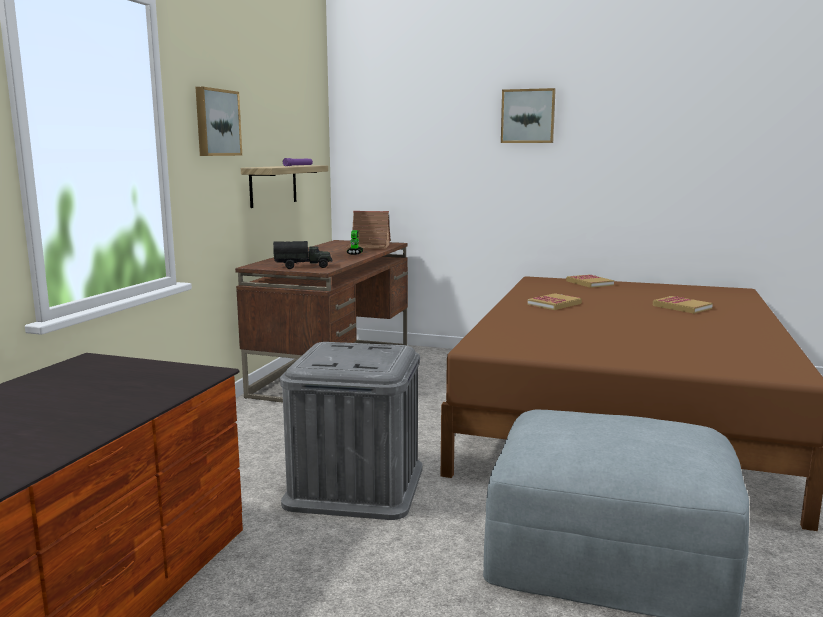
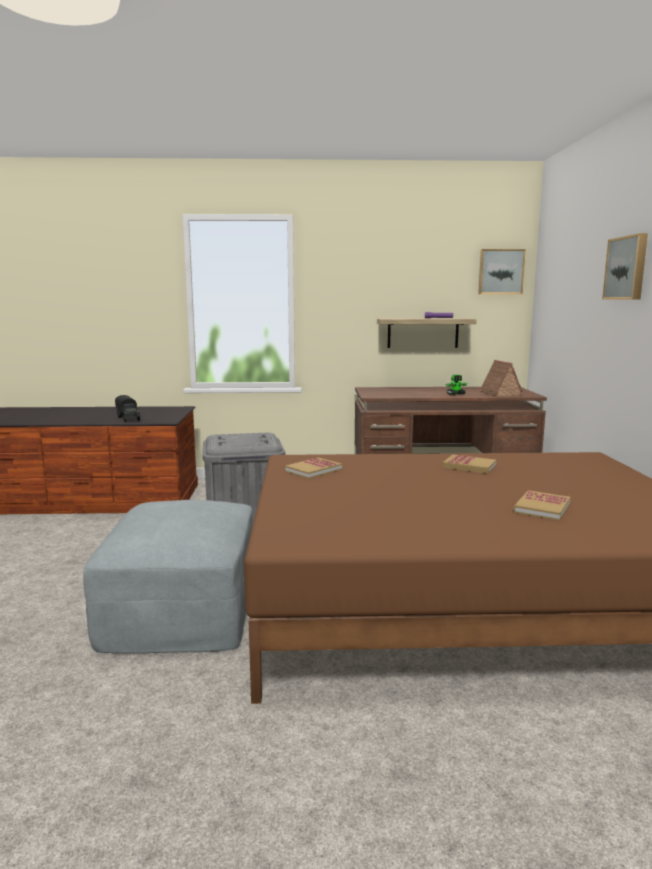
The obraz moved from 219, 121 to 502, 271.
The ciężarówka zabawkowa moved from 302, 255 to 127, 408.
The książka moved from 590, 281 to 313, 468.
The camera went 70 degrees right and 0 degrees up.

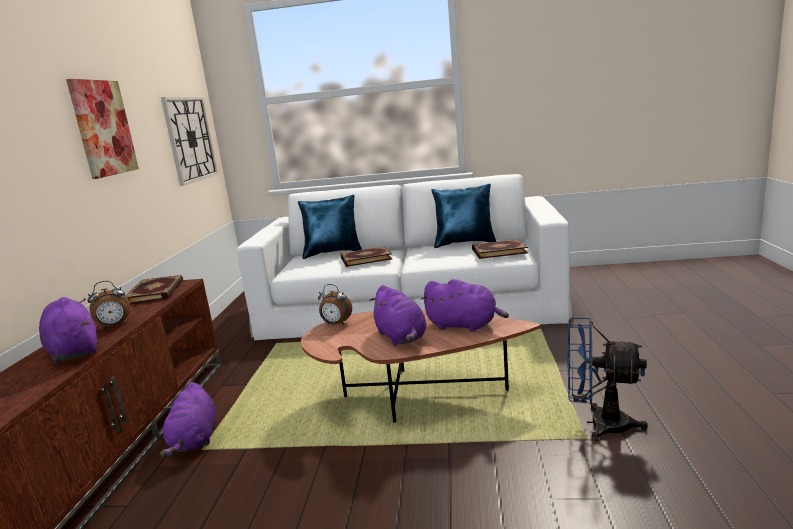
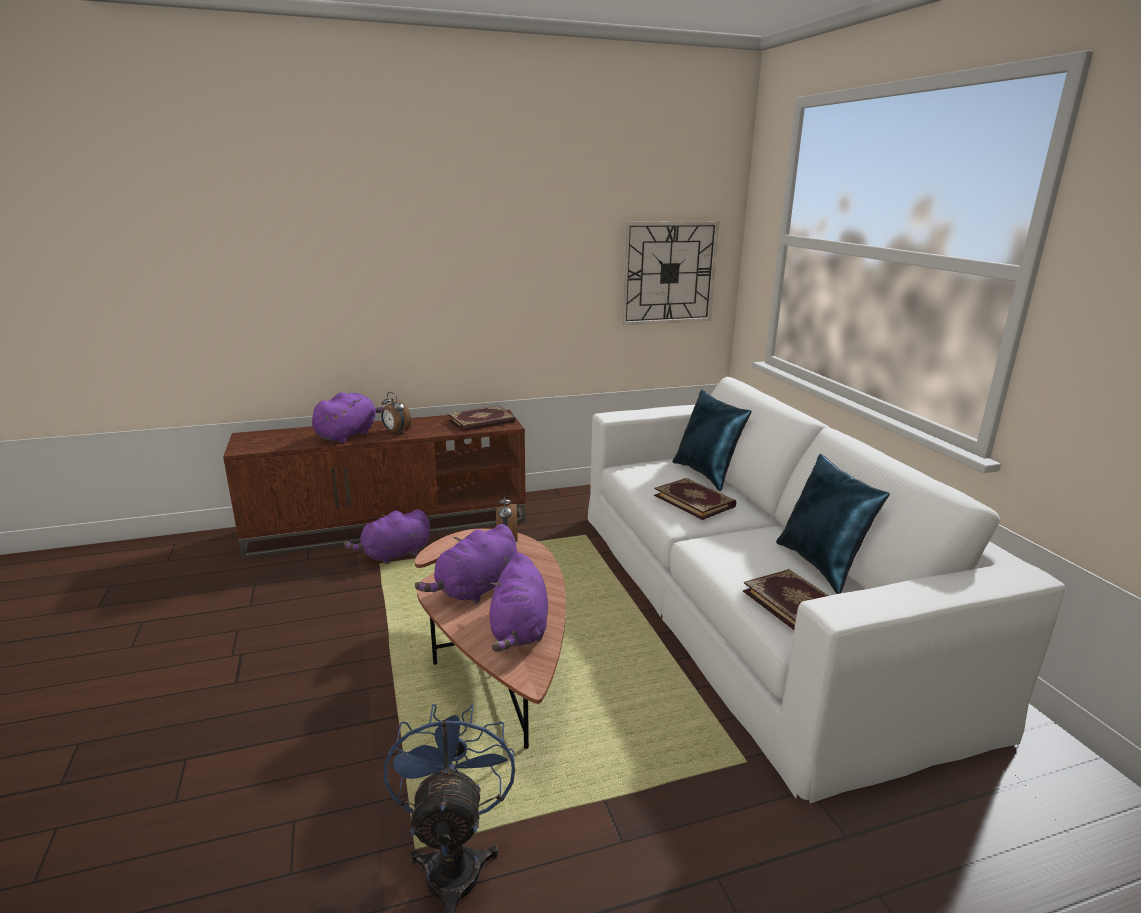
The obraz at 102, 129 disappeared.
The camera went 65 degrees right and 5 degrees up.

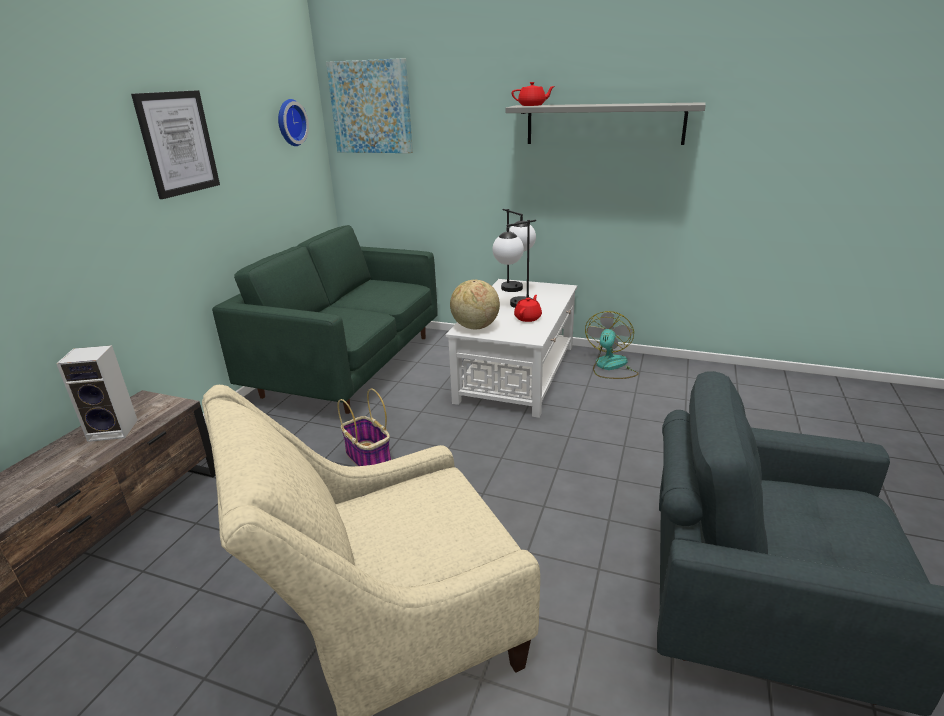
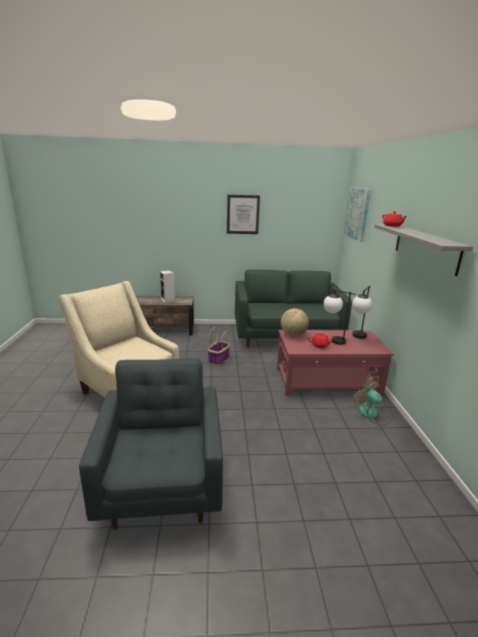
The zegar ścienny at 293, 122 disappeared.
The ława/biały at 511, 348 became the ława/czerwony at 335, 363.
The wentylator at 612, 345 turned 120 degrees counterclockwise.
The camera went 65 degrees right and 5 degrees down.

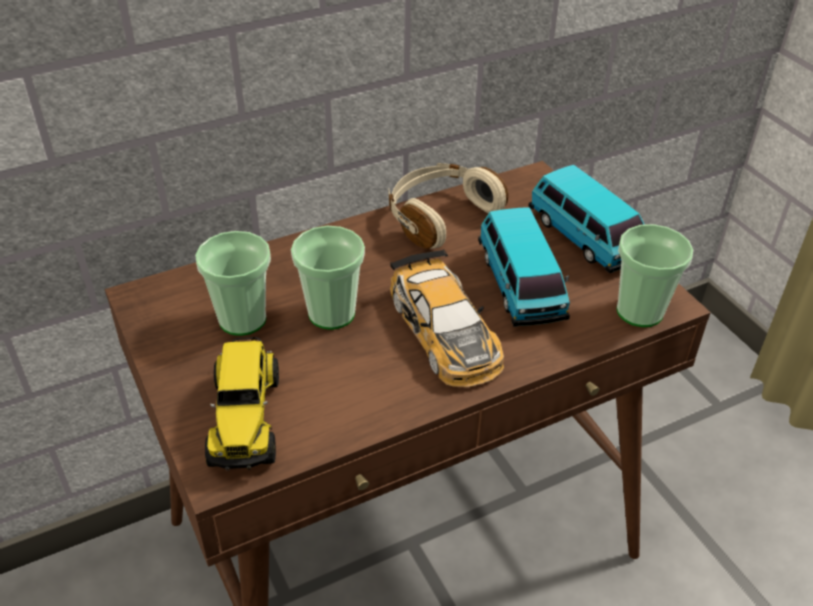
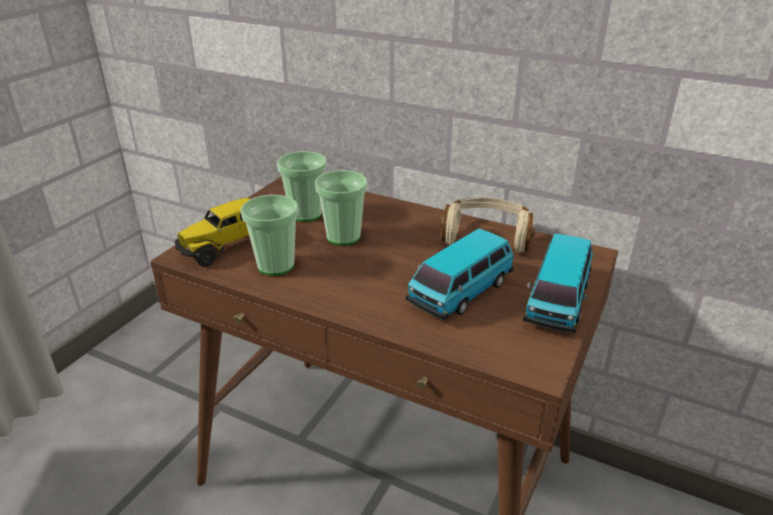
The samochodzik at 447, 318 disappeared.
The filiżanka moved from 655, 275 to 269, 235.
The camera went 55 degrees right and 10 degrees down.

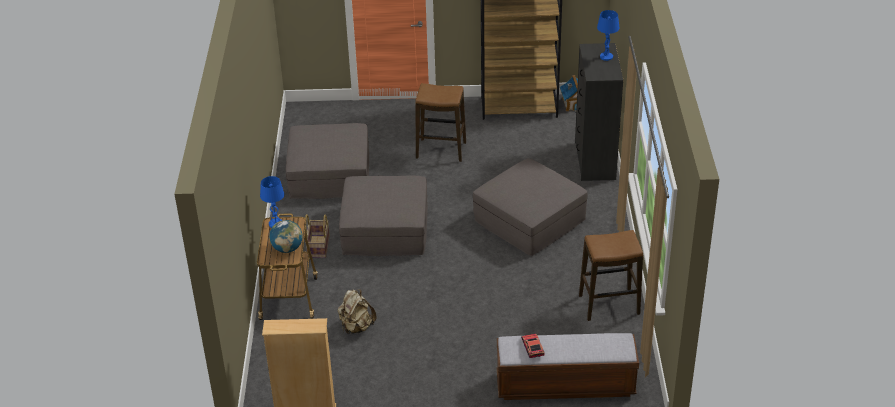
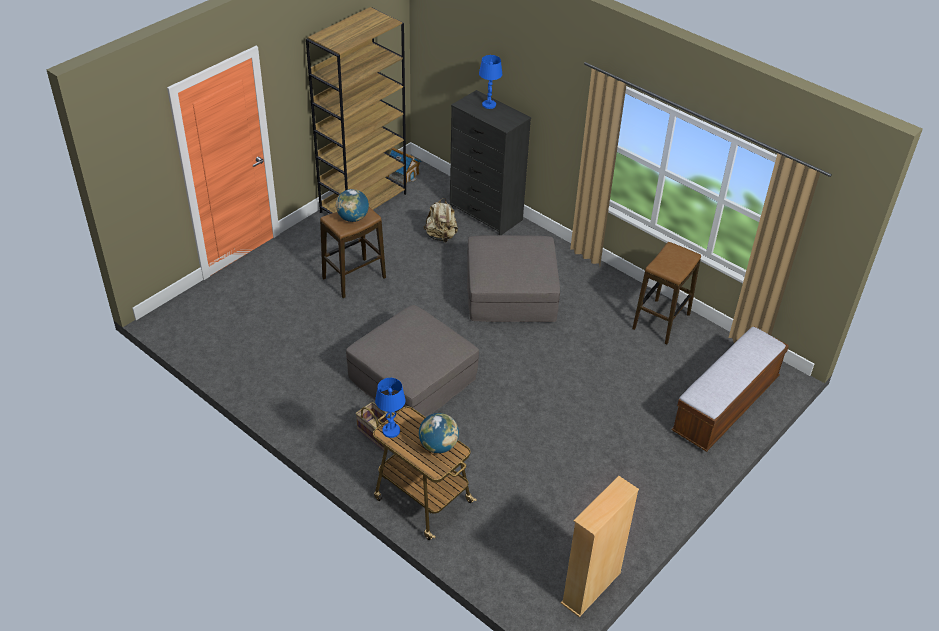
The pufa/szary at 327, 161 disappeared.
The plecak/beżowy moved from 356, 311 to 441, 220.
The samochodzik at 533, 346 disappeared.
The globus at 352, 205 appeared.
The camera went 50 degrees left and 5 degrees up.

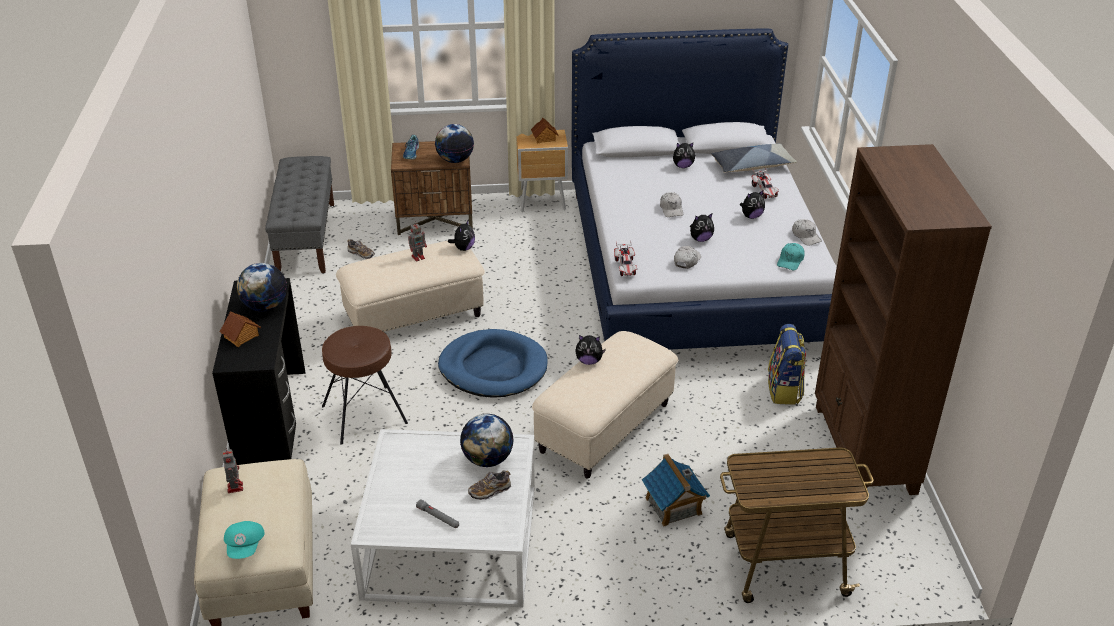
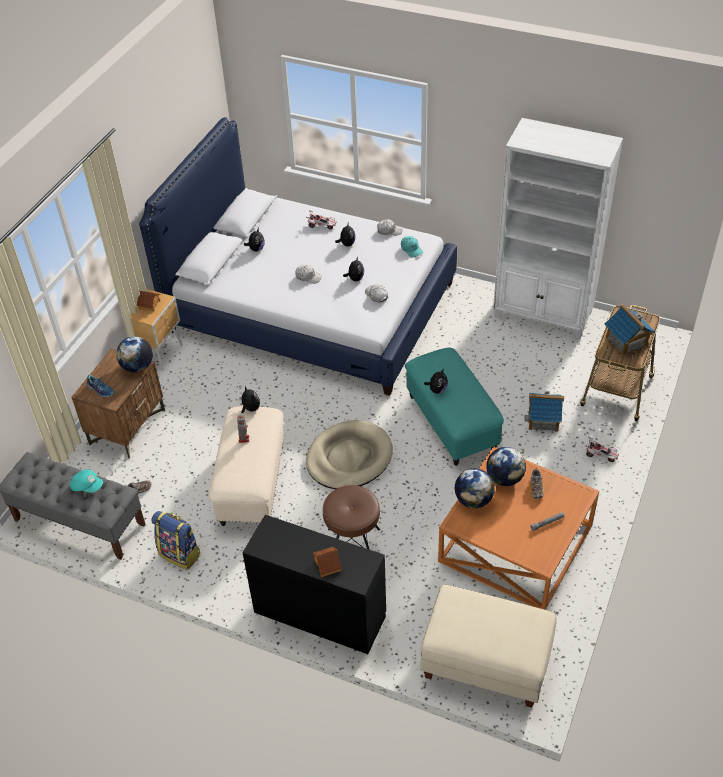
The robot zabawkowy at 232, 470 disappeared.
The czapka z daszkiem/turkusowy moved from 244, 540 to 86, 481.
The globus moved from 262, 287 to 475, 488.
The ława/biały at 443, 518 became the ława/pomarańczowy at 518, 528.
The legowisko/niebieski at 493, 363 became the legowisko/beżowy at 349, 454.
The pufa/beżowy at 605, 405 became the pufa/turkusowy at 454, 406.
The samochodzik moved from 625, 258 to 602, 449.
The poduszka at 754, 158 disappeared.
The plecak moved from 787, 364 to 175, 540.
The regał/brązowy at 903, 319 became the regał/biały at 558, 228.
The domek at 629, 330 appeared.
The camera went 60 degrees left and 10 degrees up.

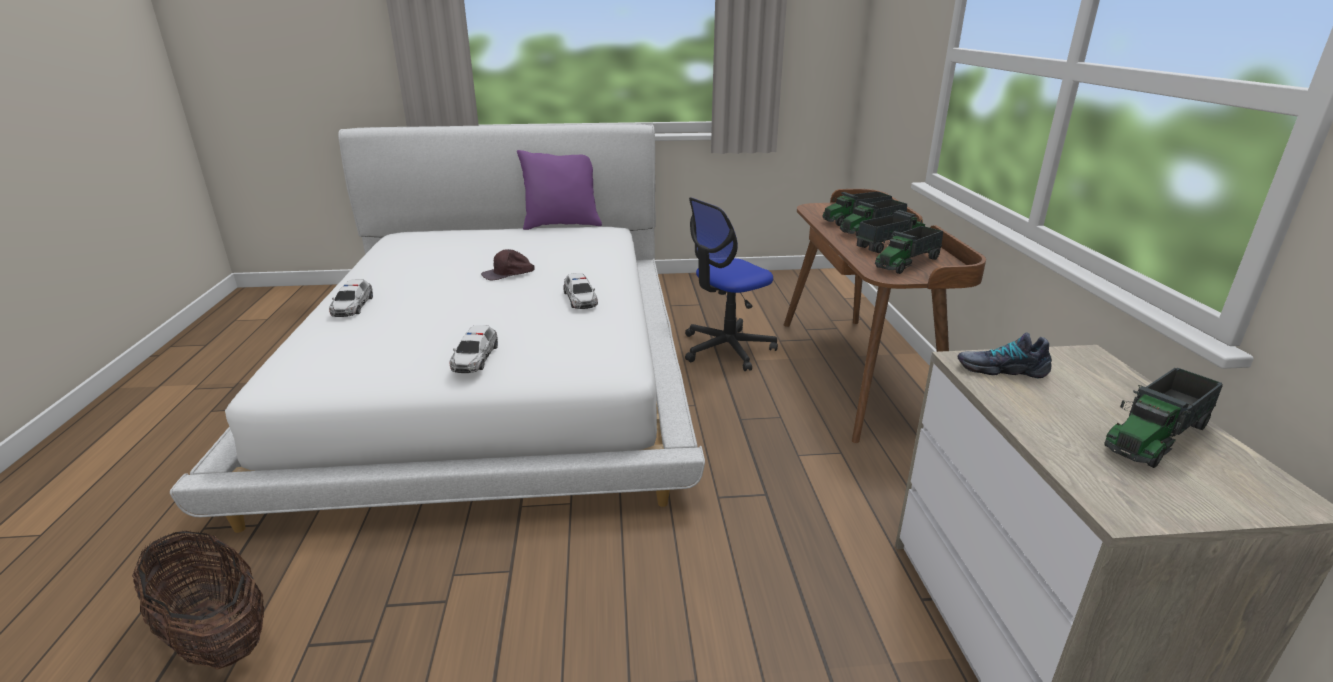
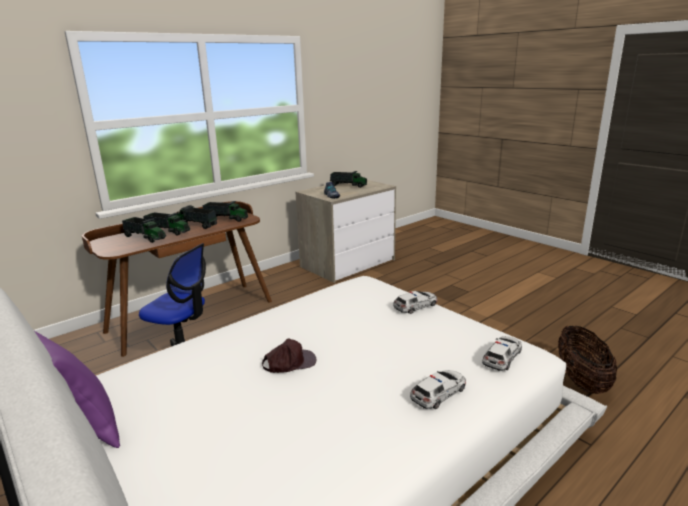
The czapka z daszkiem/brązowy at 507, 264 turned 45 degrees counterclockwise.
The samochodzik moved from 580, 291 to 502, 353.
The camera went 125 degrees left and 5 degrees down.

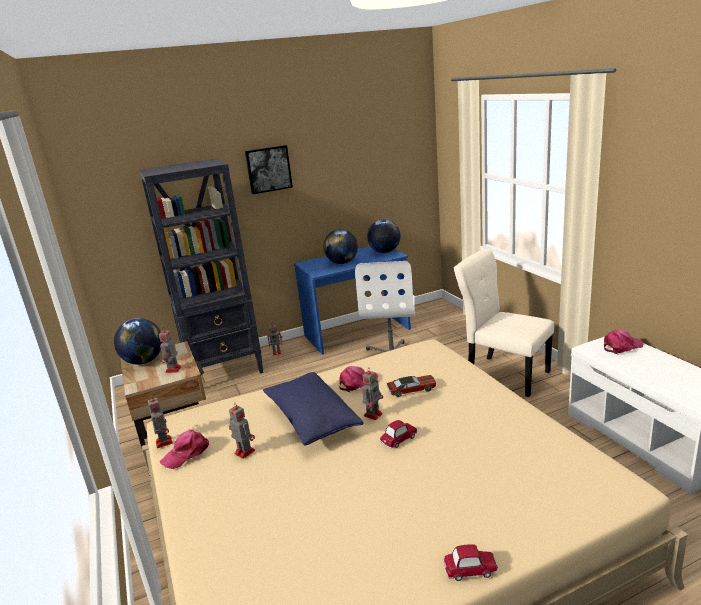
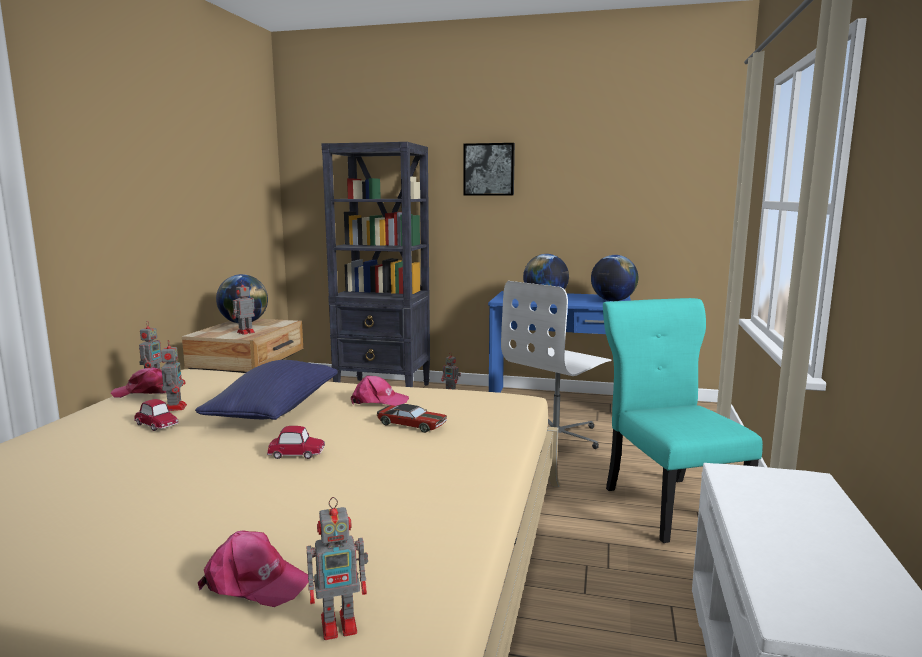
The robot zabawkowy moved from 372, 393 to 337, 568.
The samochodzik moved from 470, 562 to 156, 415.
The krzesło/beżowy at 504, 322 became the krzesło/turkusowy at 683, 420.
The czapka z daszkiem/różowy moved from 624, 342 to 253, 568.
The camera went 35 degrees right and 10 degrees down.

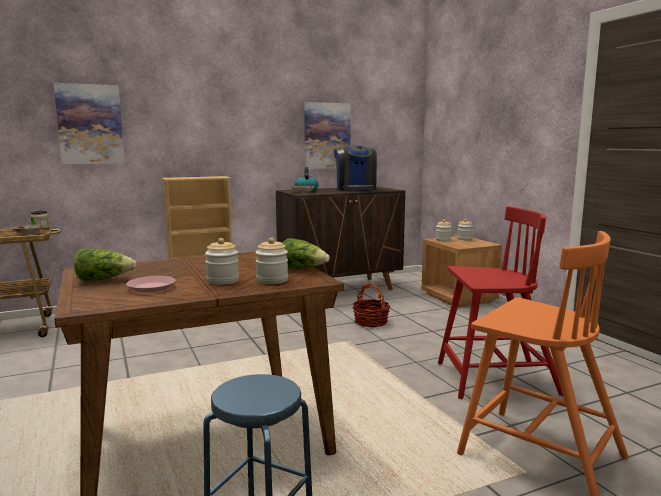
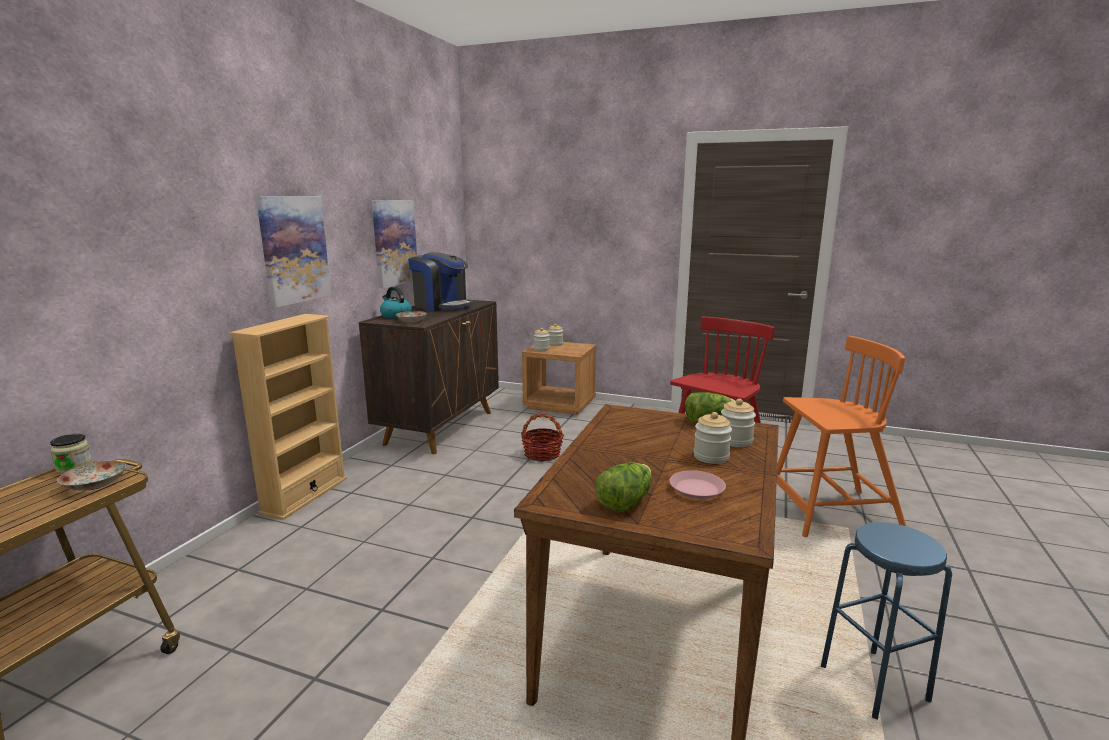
The obraz moved from 89, 123 to 293, 252.
The camera went 45 degrees left and 5 degrees up.

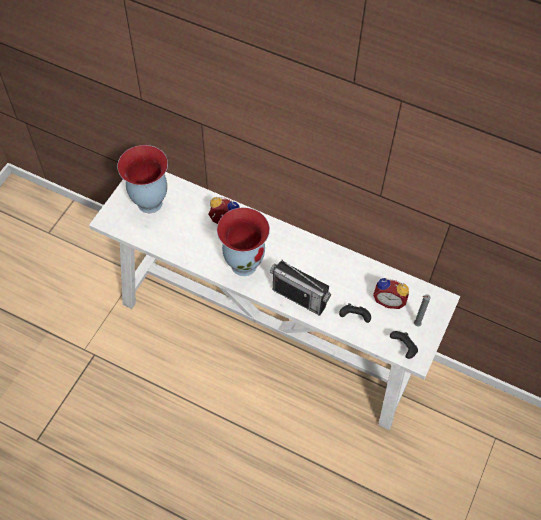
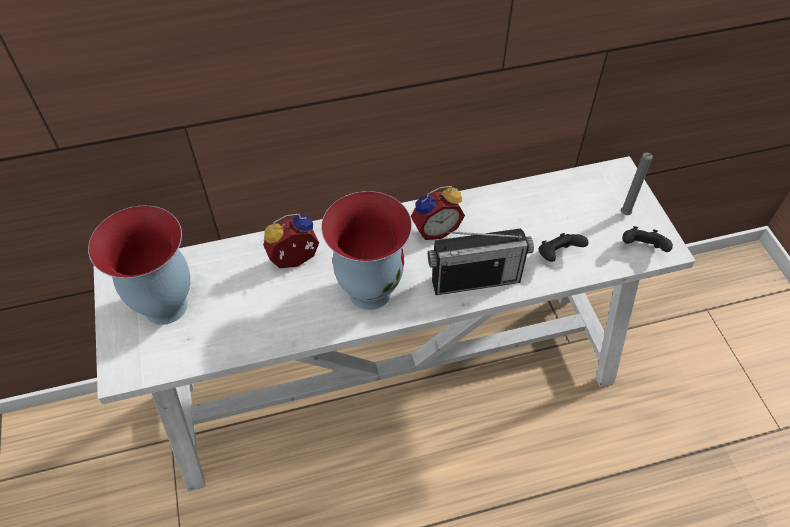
The budzik moved from 391, 293 to 438, 213.
The camera went 40 degrees left and 5 degrees down.

